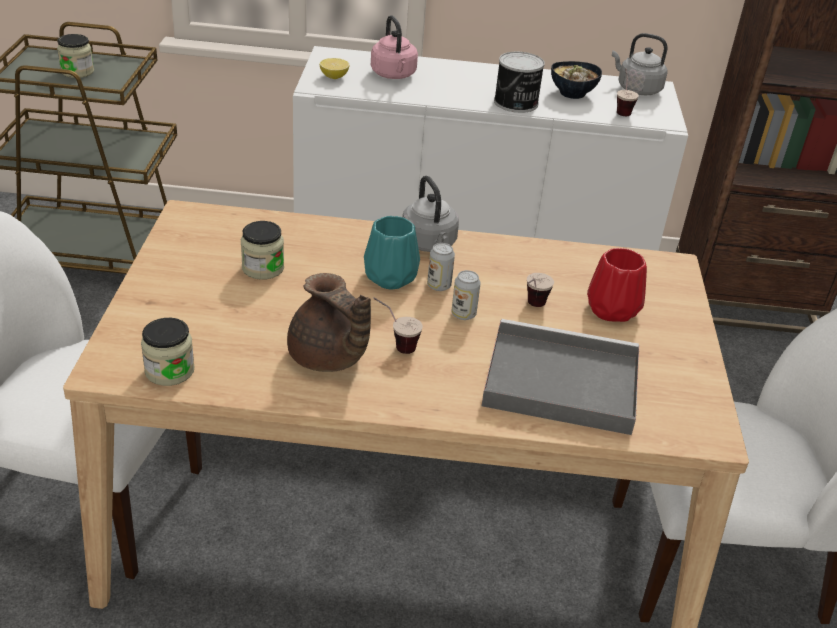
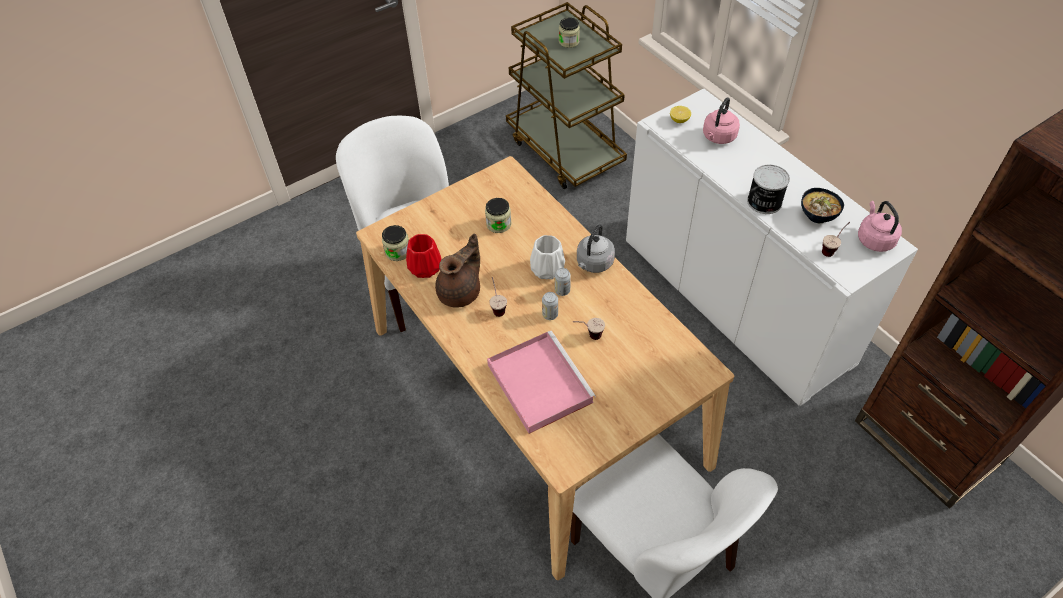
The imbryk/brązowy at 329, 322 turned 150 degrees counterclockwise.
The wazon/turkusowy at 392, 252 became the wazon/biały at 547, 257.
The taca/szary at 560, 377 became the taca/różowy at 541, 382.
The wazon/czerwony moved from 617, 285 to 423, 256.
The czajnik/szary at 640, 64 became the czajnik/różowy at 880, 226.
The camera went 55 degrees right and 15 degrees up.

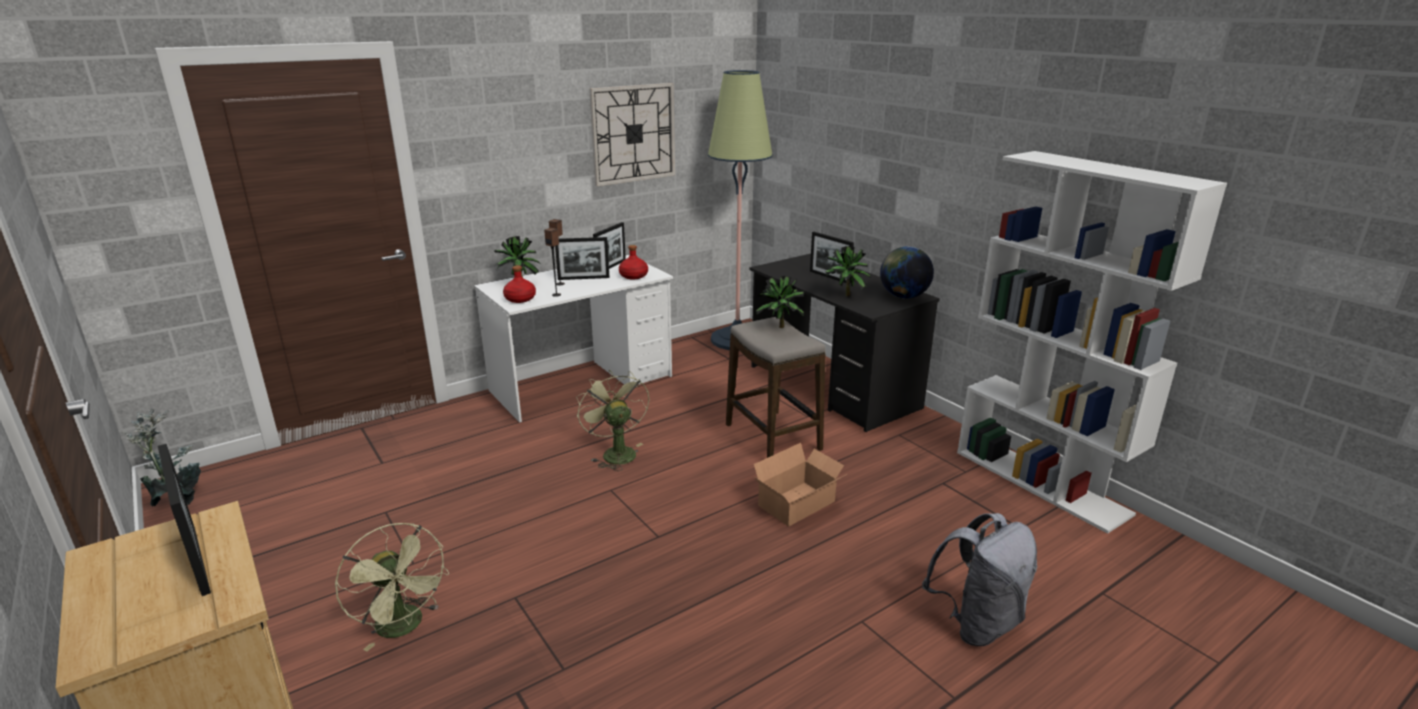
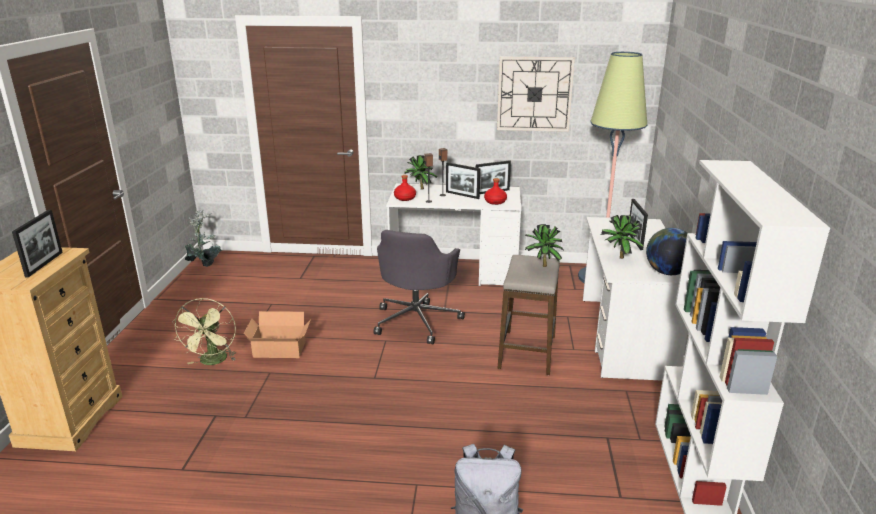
The wentylator/zielony at 612, 420 was replaced by the krzesło biurowe/szary at 419, 287.
The biurko/czarny at 844, 343 became the biurko/biały at 635, 299.
The karton moved from 800, 484 to 277, 334.
The camera went 40 degrees right and 0 degrees up.

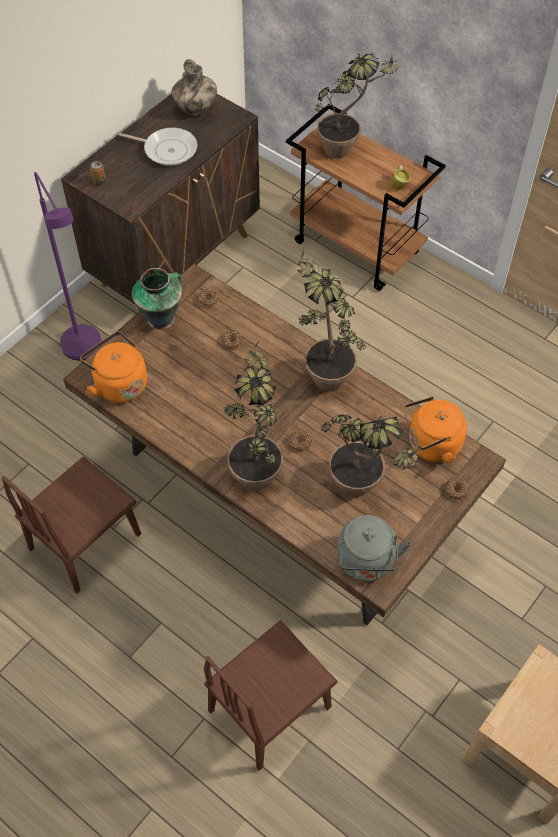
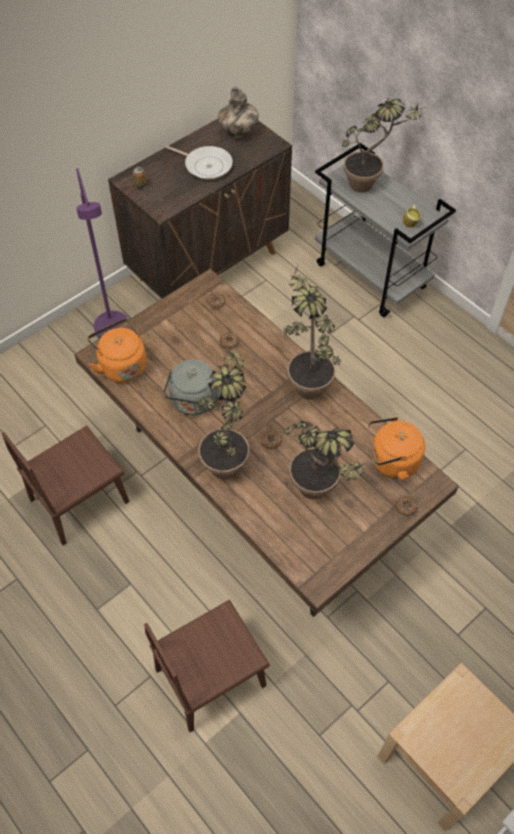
The wazon at 157, 299 disappeared.
The wózek/brązowy at 366, 197 became the wózek/szary at 385, 230.
The czajnik/szary moved from 374, 548 to 192, 387.
The camera went 10 degrees right and 0 degrees up.

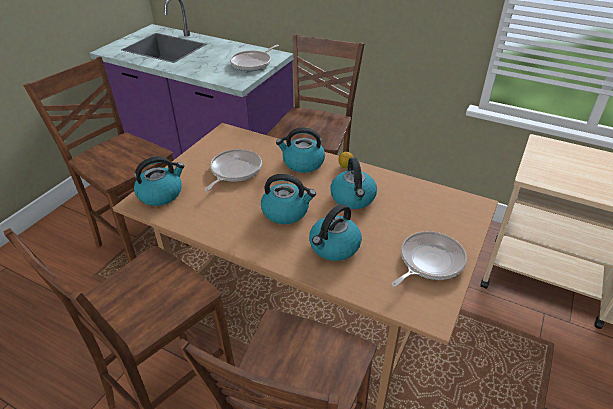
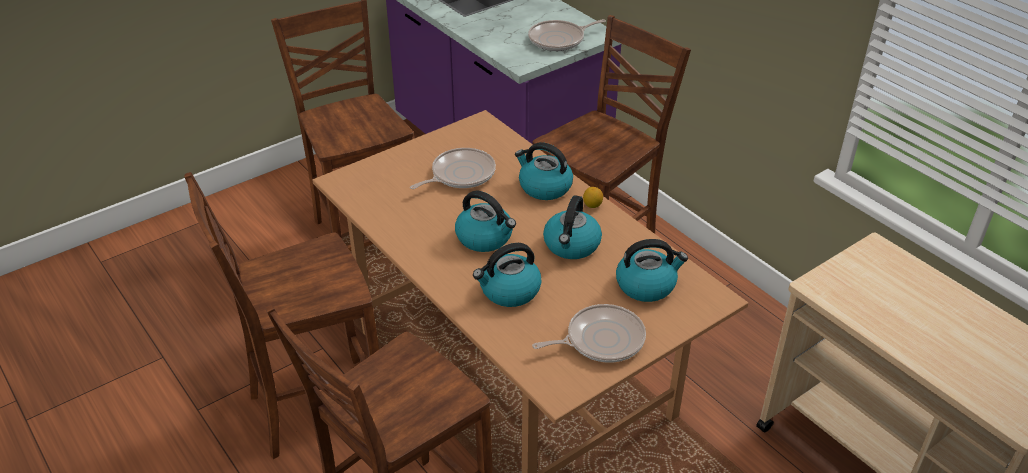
The czajnik moved from 159, 181 to 652, 270.
The camera went 25 degrees right and 0 degrees up.

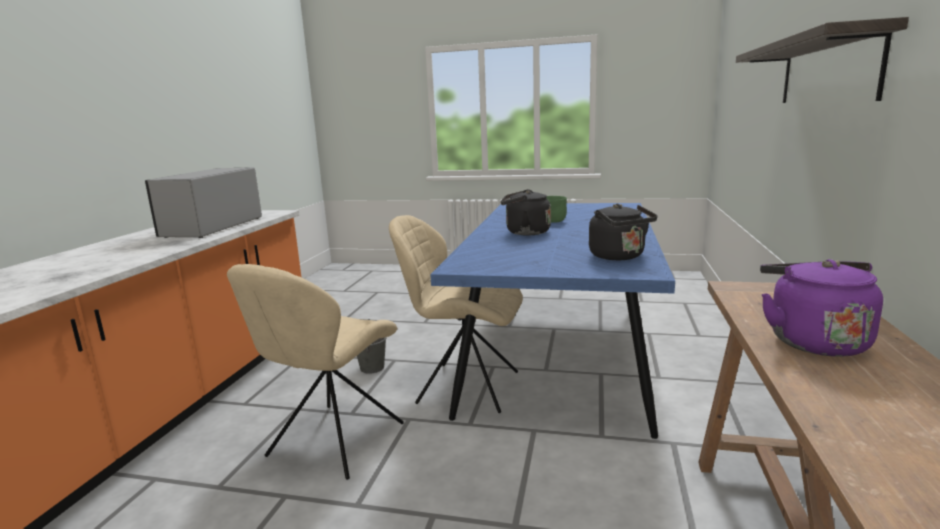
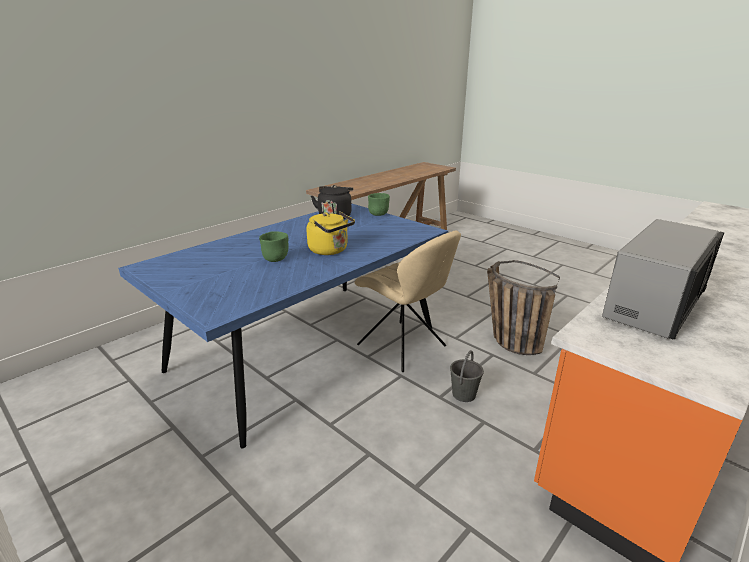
The krzesło/beżowy at 315, 372 was replaced by the koszyk at 523, 307.
The czajnik/czarny at 526, 212 became the czajnik/żółty at 330, 233.
The półka at 822, 60 disappeared.
The czajnik/fioletowy at 821, 307 disappeared.
The miska/zielony at 379, 204 appeared.
The camera went 150 degrees left and 10 degrees up.

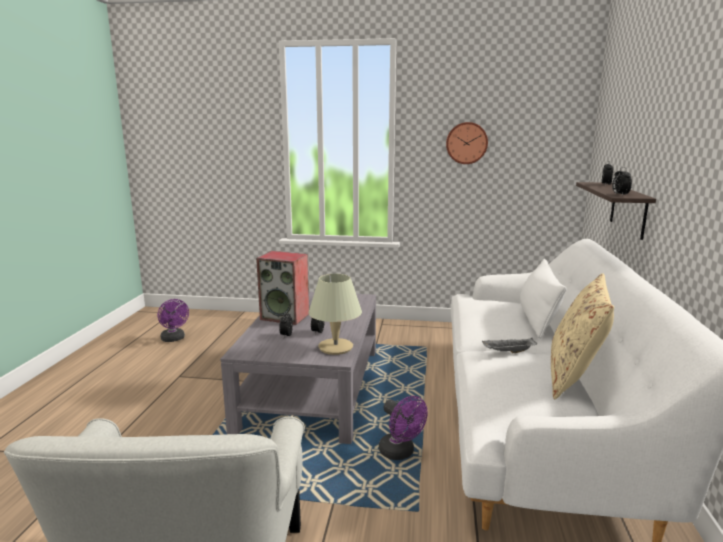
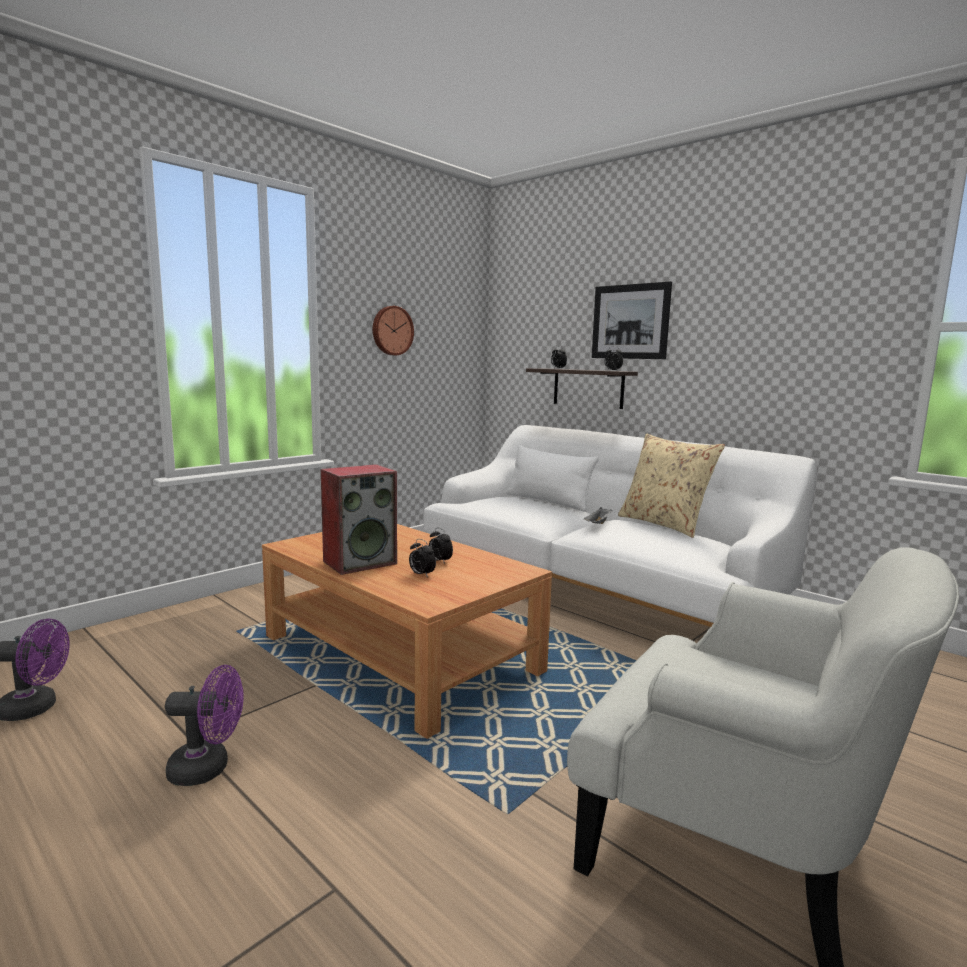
The ława/szary at 298, 368 became the ława/brązowy at 407, 631.
The lampa stołowa/beżowy at 335, 314 disappeared.
The wentylator/fioletowy moved from 403, 428 to 204, 725.
The obraz at 632, 320 appeared.
The camera went 55 degrees left and 5 degrees down.

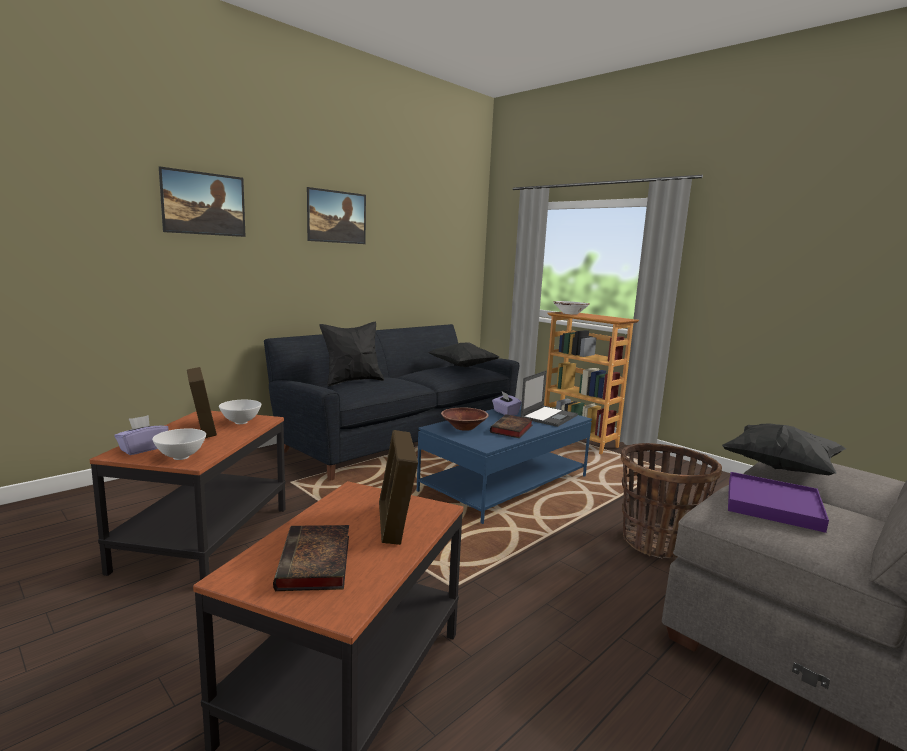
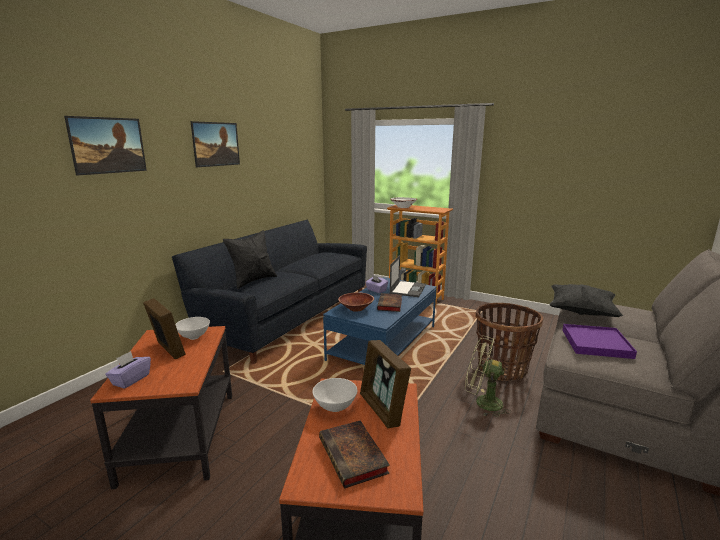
The miska/biały moved from 179, 444 to 335, 395.
The poduszka/czarny at 463, 355 disappeared.
The wentylator/zielony at 488, 376 appeared.
The camera went 15 degrees left and 5 degrees up.

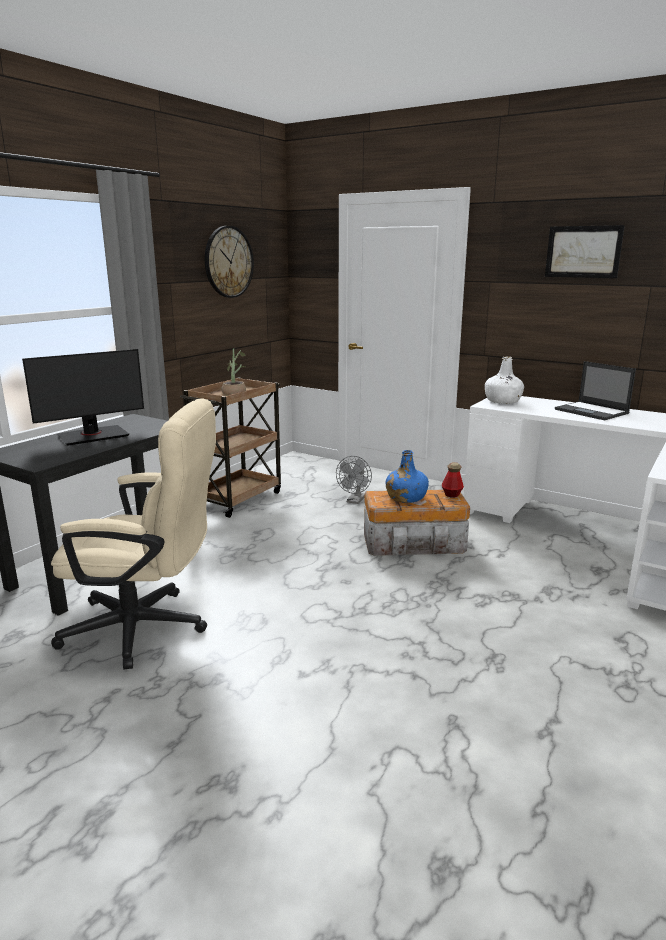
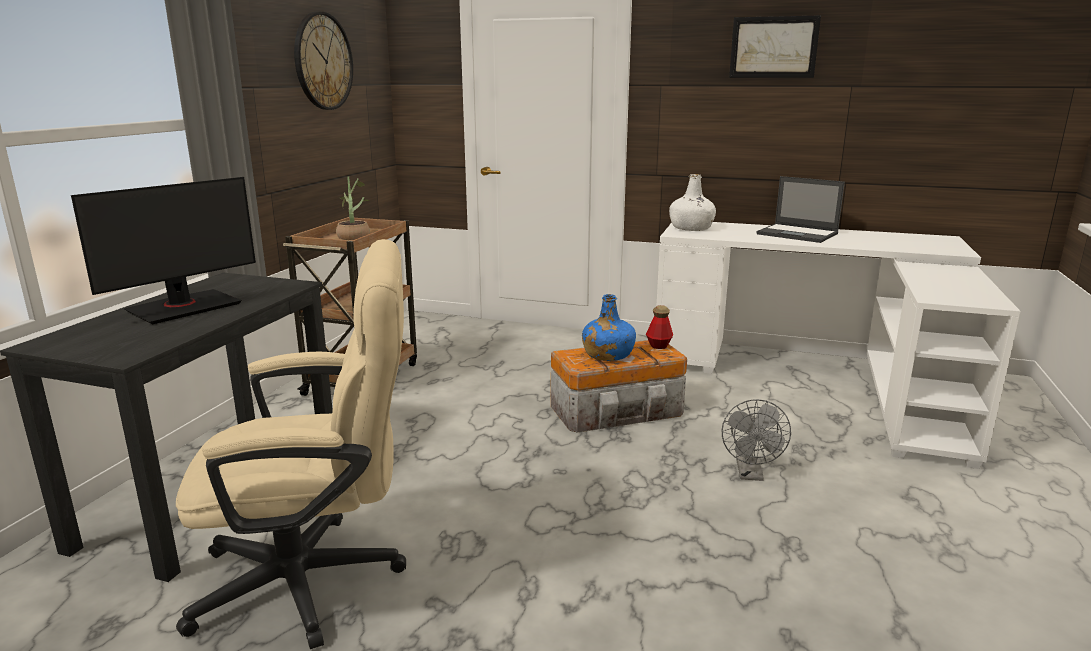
The wentylator/szary moved from 354, 480 to 756, 440.
The camera went 15 degrees left and 0 degrees up.

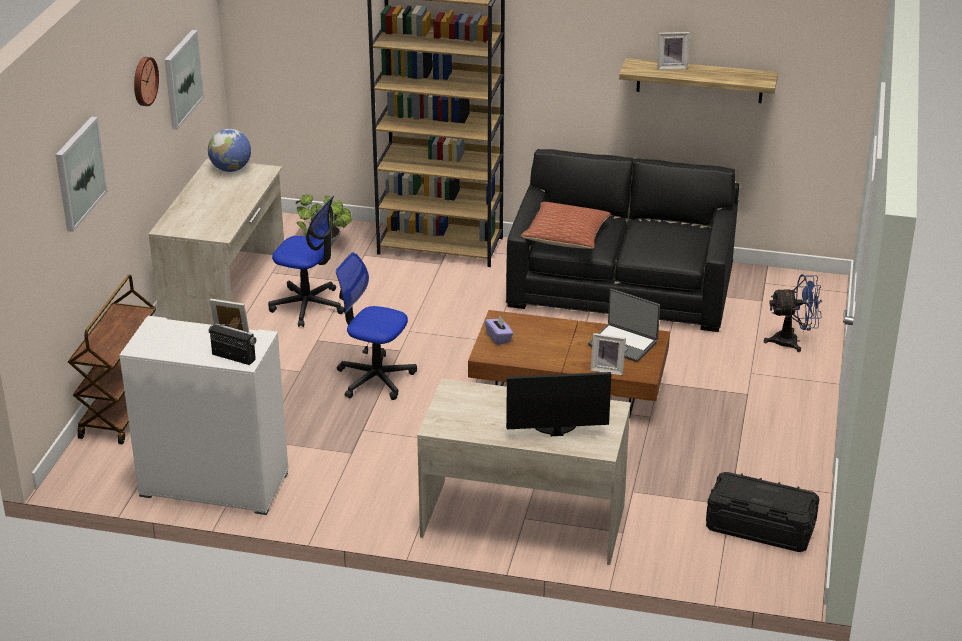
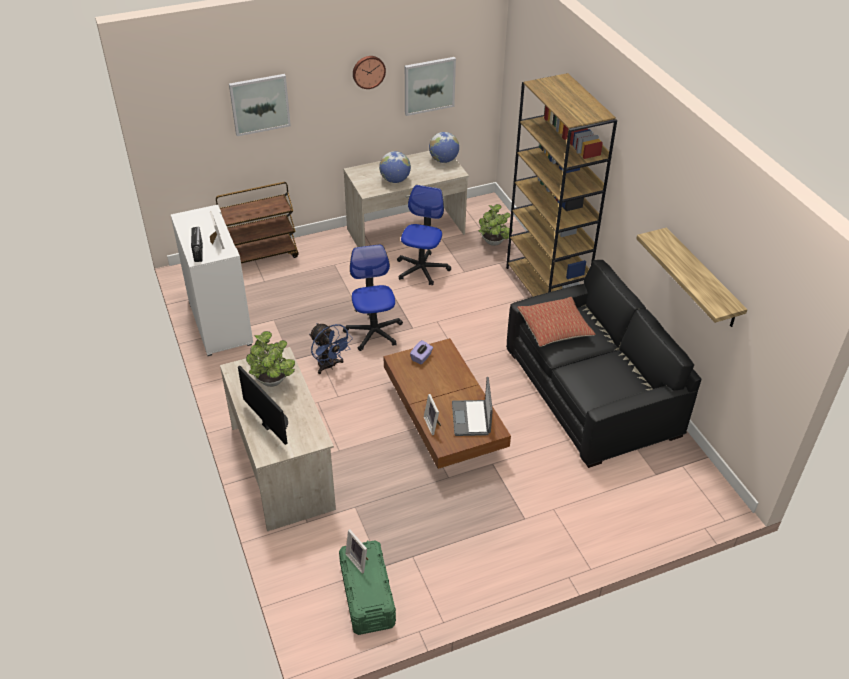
The krzesło biurowe at 306, 261 turned 150 degrees counterclockwise.
The ramka na zdjęcie moved from 673, 51 to 356, 551.
The pojemnik do przechowywania/czarny at 762, 512 became the pojemnik do przechowywania/zielony at 367, 587.
The wentylator/niebieski moved from 793, 313 to 331, 348.
The roślina doniczkowa at 270, 359 appeared.
The globus at 395, 167 appeared.
The camera went 55 degrees right and 10 degrees up.

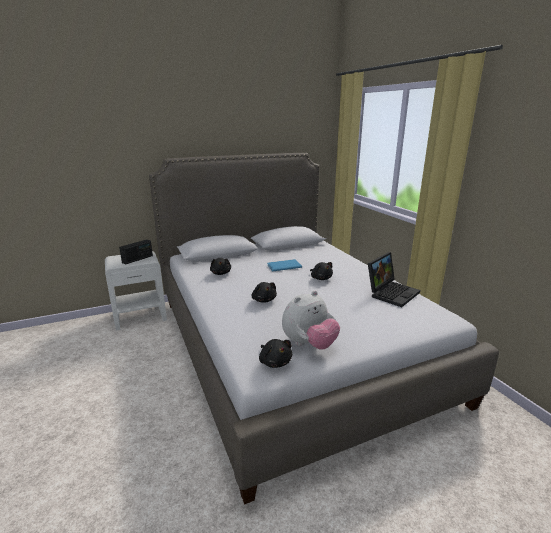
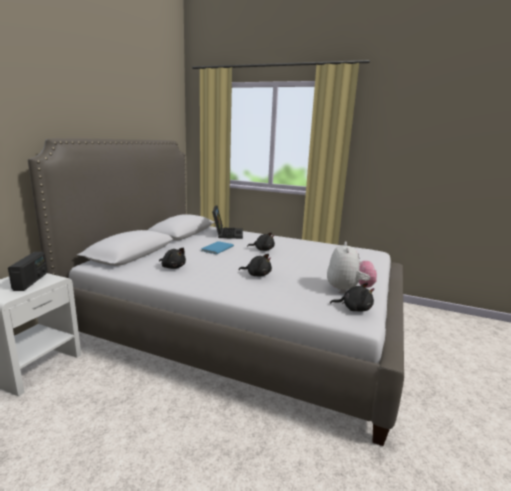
The laptop moved from 394, 279 to 227, 222.
The camera went 45 degrees left and 5 degrees down.

